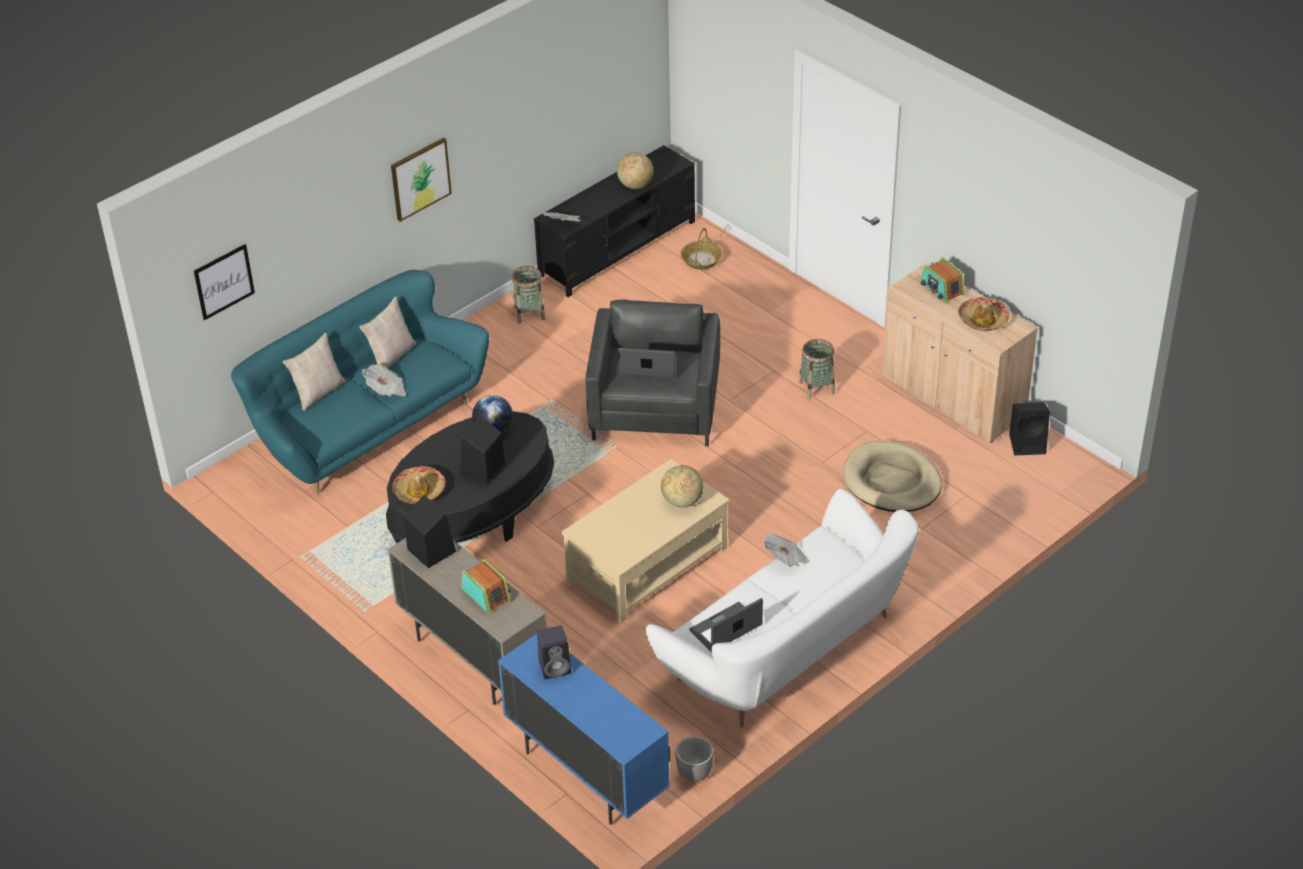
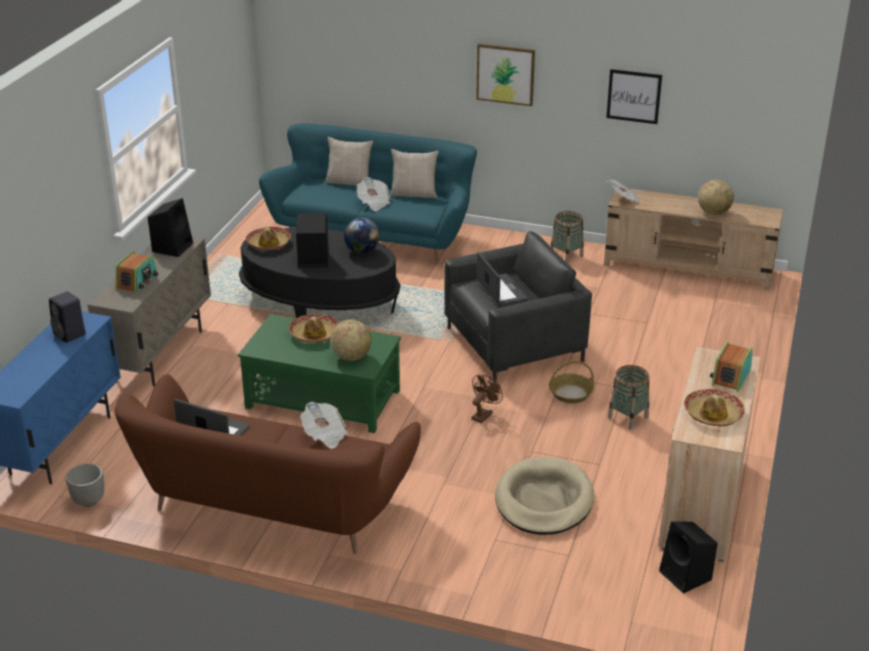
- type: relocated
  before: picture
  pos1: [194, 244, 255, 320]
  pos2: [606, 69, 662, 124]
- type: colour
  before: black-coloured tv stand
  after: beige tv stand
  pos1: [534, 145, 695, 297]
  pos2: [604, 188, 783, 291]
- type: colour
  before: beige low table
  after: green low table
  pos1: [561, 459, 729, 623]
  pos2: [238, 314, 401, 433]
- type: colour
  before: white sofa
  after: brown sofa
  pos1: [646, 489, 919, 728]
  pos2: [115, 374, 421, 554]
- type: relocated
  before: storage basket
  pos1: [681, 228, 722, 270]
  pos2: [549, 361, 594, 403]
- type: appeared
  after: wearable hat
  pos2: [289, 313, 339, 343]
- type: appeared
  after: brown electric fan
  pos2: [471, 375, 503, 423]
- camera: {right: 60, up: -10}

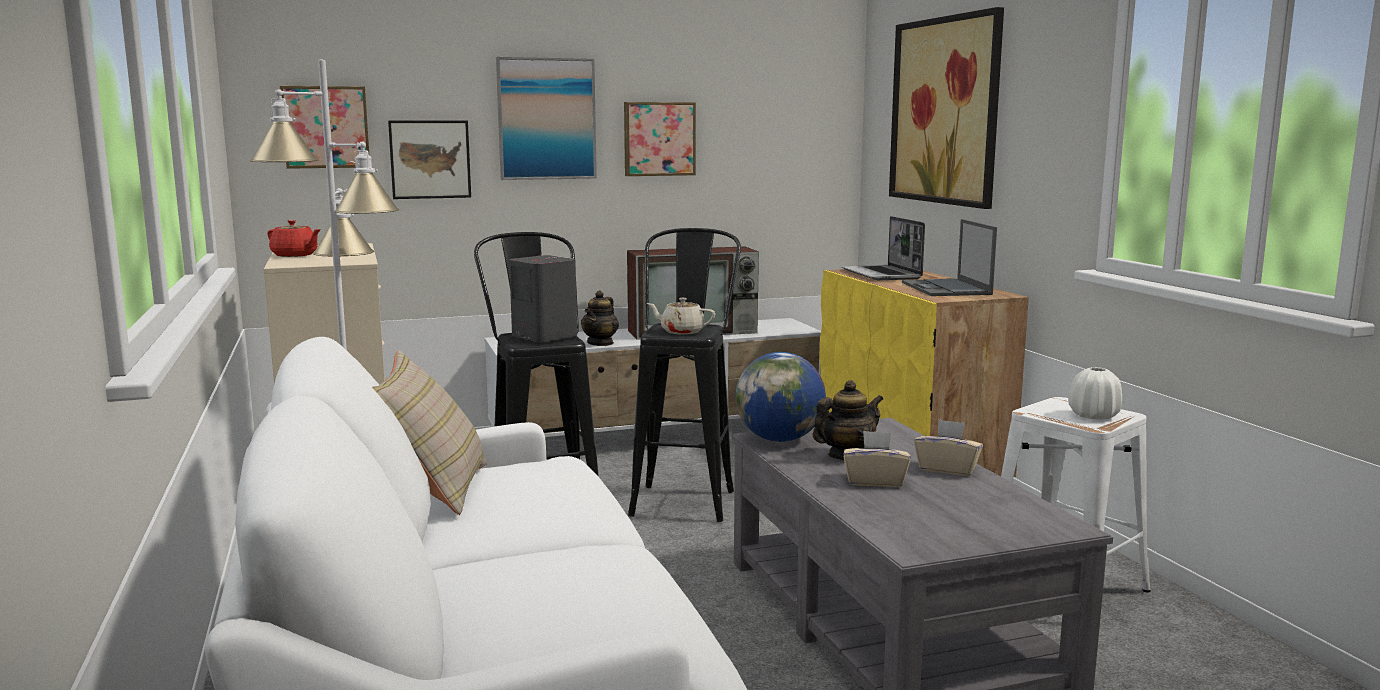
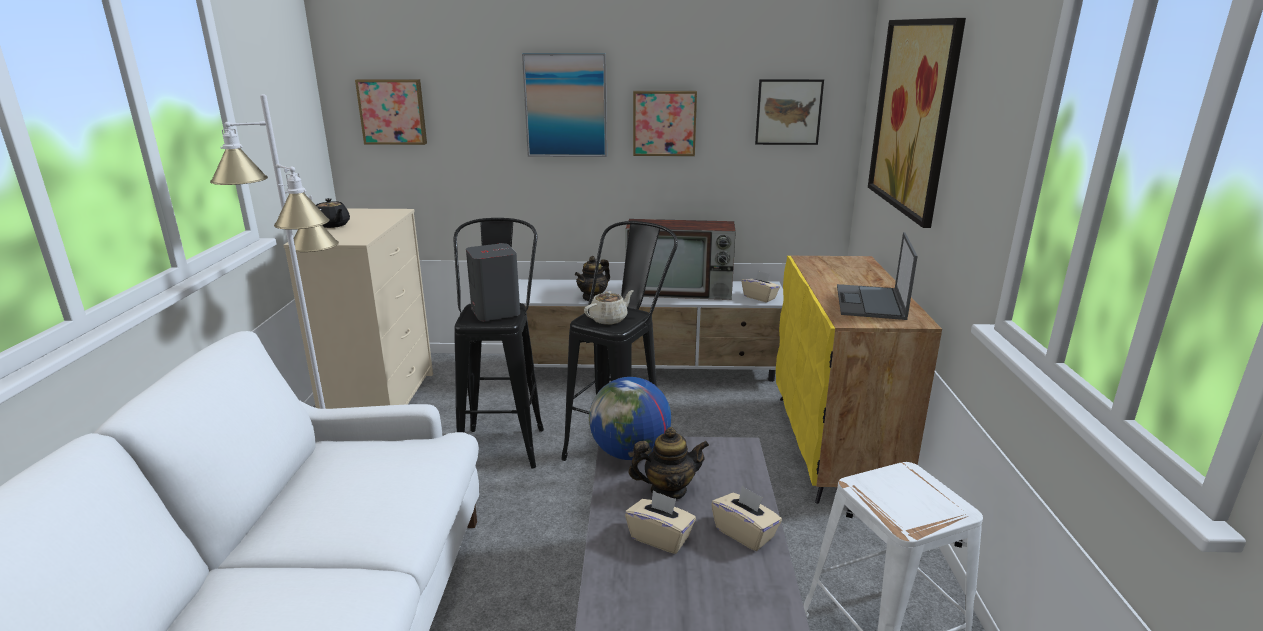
- type: colour
  before: reddish pot for tea
  after: black-coloured pot for tea
  pos1: [267, 220, 321, 257]
  pos2: [316, 198, 350, 228]
- type: missing
  before: beige cushion
  pos1: [372, 350, 487, 515]
- type: relocated
  before: picture
  pos1: [388, 120, 471, 199]
  pos2: [755, 79, 824, 145]
- type: spun
  before: beige pot for tea
  pos1: [647, 298, 715, 335]
  pos2: [584, 290, 634, 325]
  turn: 105
- type: missing
  before: portable computer
  pos1: [842, 216, 925, 280]
- type: missing
  before: white flower vase
  pos1: [1068, 367, 1122, 420]
- type: appeared
  after: beige tissue holder
  pos2: [742, 271, 780, 302]
- camera: {right: 20, up: 10}

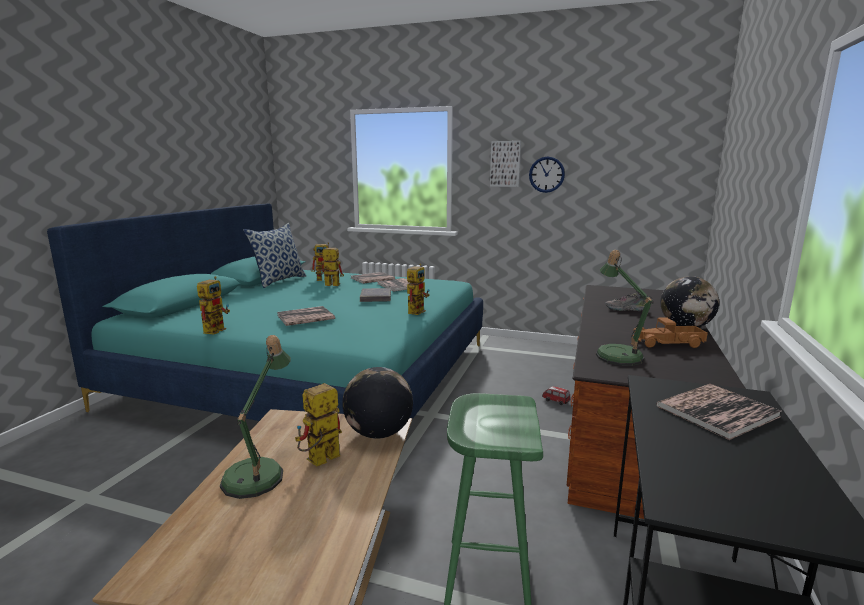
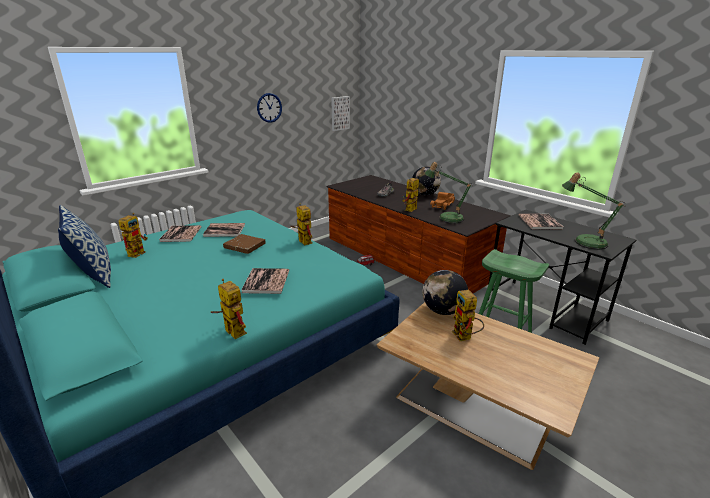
- type: relocated
  before: lamp for a table
  pos1: [220, 335, 290, 499]
  pos2: [562, 173, 624, 250]
- type: relocated
  before: robot figure
  pos1: [316, 246, 344, 286]
  pos2: [402, 178, 419, 212]
- type: colour
  before: grey bound book
  after: brown bound book
  pos1: [360, 288, 391, 302]
  pos2: [223, 234, 266, 254]
- type: relocated
  before: picture
  pos1: [490, 141, 521, 187]
  pos2: [331, 96, 350, 131]
- camera: {right: -60, up: 10}

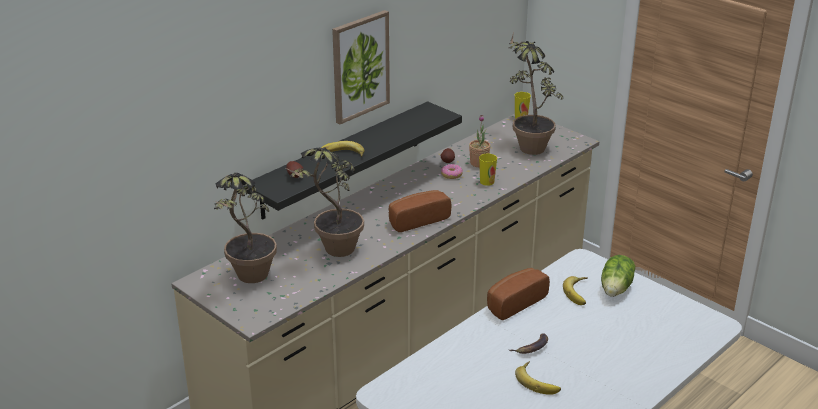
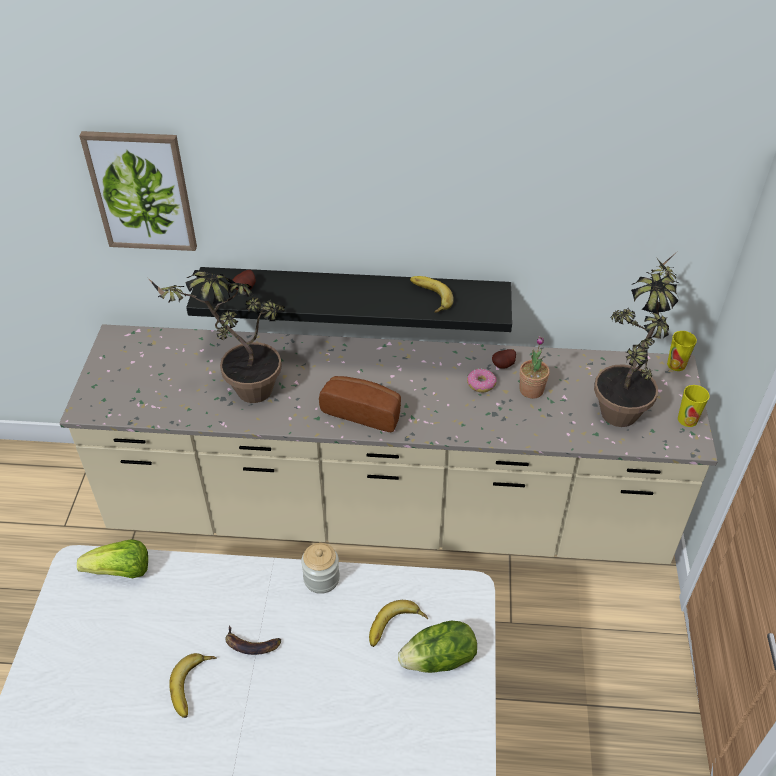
- type: missing
  before: plant in a pot
  pos1: [214, 173, 277, 283]
- type: relocated
  before: banana fruit
  pos1: [321, 141, 364, 157]
  pos2: [410, 276, 454, 313]
- type: relocated
  before: picture
  pos1: [332, 10, 390, 124]
  pos2: [79, 131, 197, 251]
- type: relocated
  before: cup
  pos1: [479, 153, 497, 186]
  pos2: [678, 385, 709, 427]
- type: exchanged
  before: bakery bread
  after: jar
  pos1: [487, 268, 550, 320]
  pos2: [301, 543, 340, 594]
- type: appeared
  after: head of lettuce
  pos2: [77, 539, 148, 578]
- camera: {right: 50, up: 15}

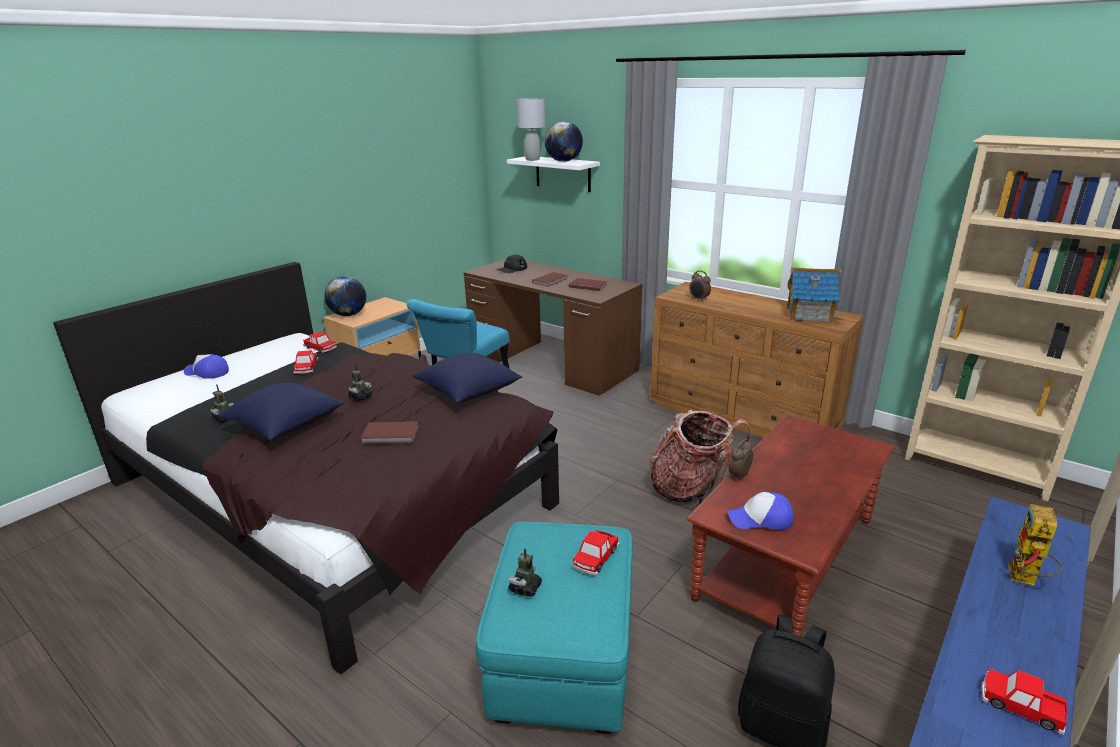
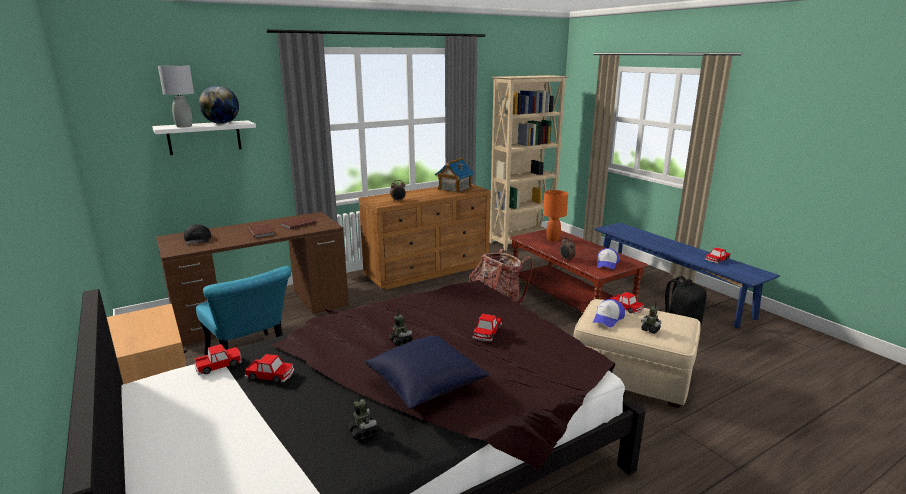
- type: relocated
  before: peaked cap
  pos1: [184, 354, 229, 379]
  pos2: [593, 299, 625, 328]
- type: missing
  before: desk globe
  pos1: [324, 276, 366, 316]
- type: exchanged
  before: brown bound book
  after: toy car
  pos1: [360, 422, 419, 444]
  pos2: [472, 314, 502, 342]
- type: missing
  before: blue cushion
  pos1: [412, 353, 522, 403]
- type: colour
  before: turquoise pouffe
  after: beige pouffe
  pos1: [476, 522, 632, 734]
  pos2: [574, 299, 701, 408]
- type: missing
  before: robot figure
  pos1: [1008, 504, 1062, 585]
- type: appeared
  after: orangey lamp for a table
  pos2: [543, 190, 568, 241]
- camera: {right: -70, up: -5}

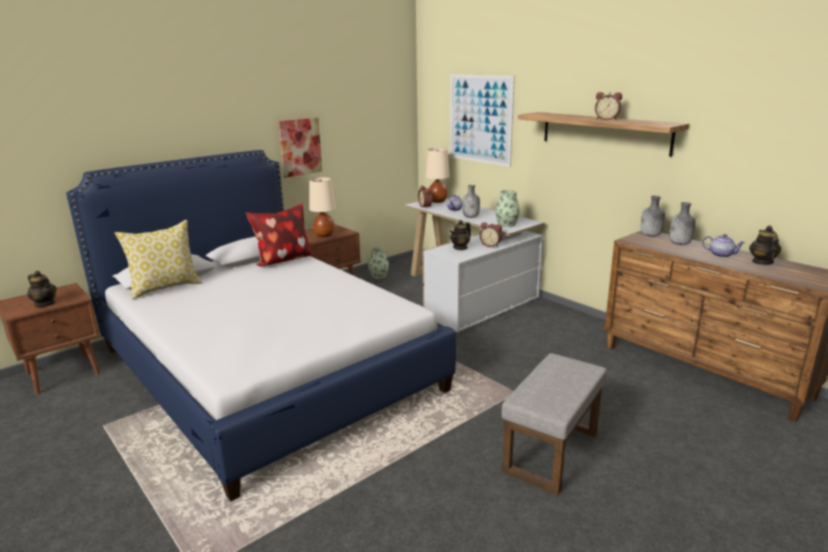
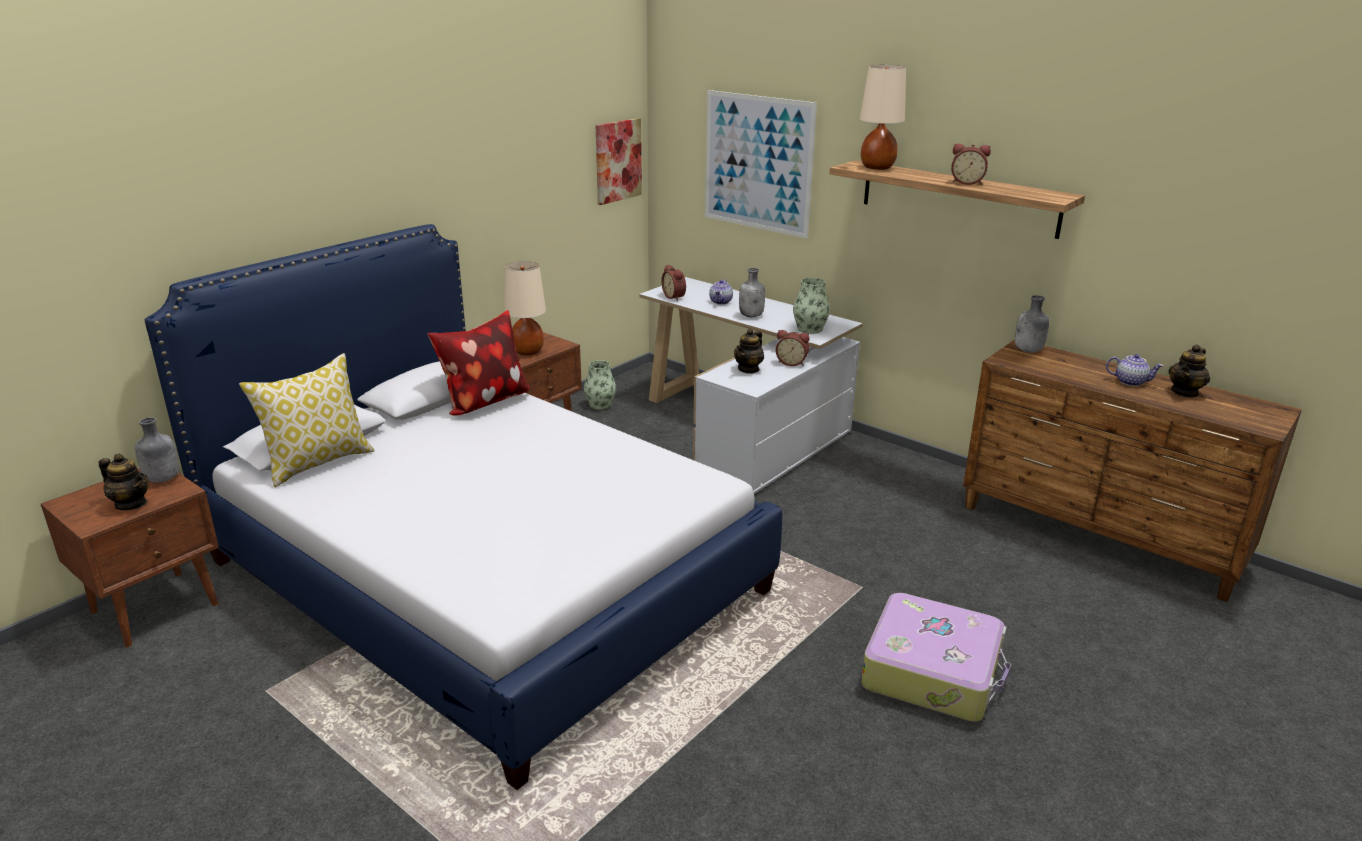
- type: relocated
  before: picture
  pos1: [278, 117, 322, 178]
  pos2: [596, 118, 642, 205]
- type: relocated
  before: beige lamp for a table
  pos1: [426, 148, 450, 203]
  pos2: [860, 65, 906, 170]
- type: exchanged
  before: grey pouffe
  after: suitcase
  pos1: [502, 353, 607, 495]
  pos2: [861, 593, 1011, 722]
- type: relocated
  before: grey bottle
  pos1: [669, 202, 695, 245]
  pos2: [135, 417, 179, 483]
- type: spun
  before: pot for tea
  pos1: [749, 225, 781, 265]
  pos2: [1169, 344, 1210, 398]
  turn: -135
- camera: {right: -10, up: 5}

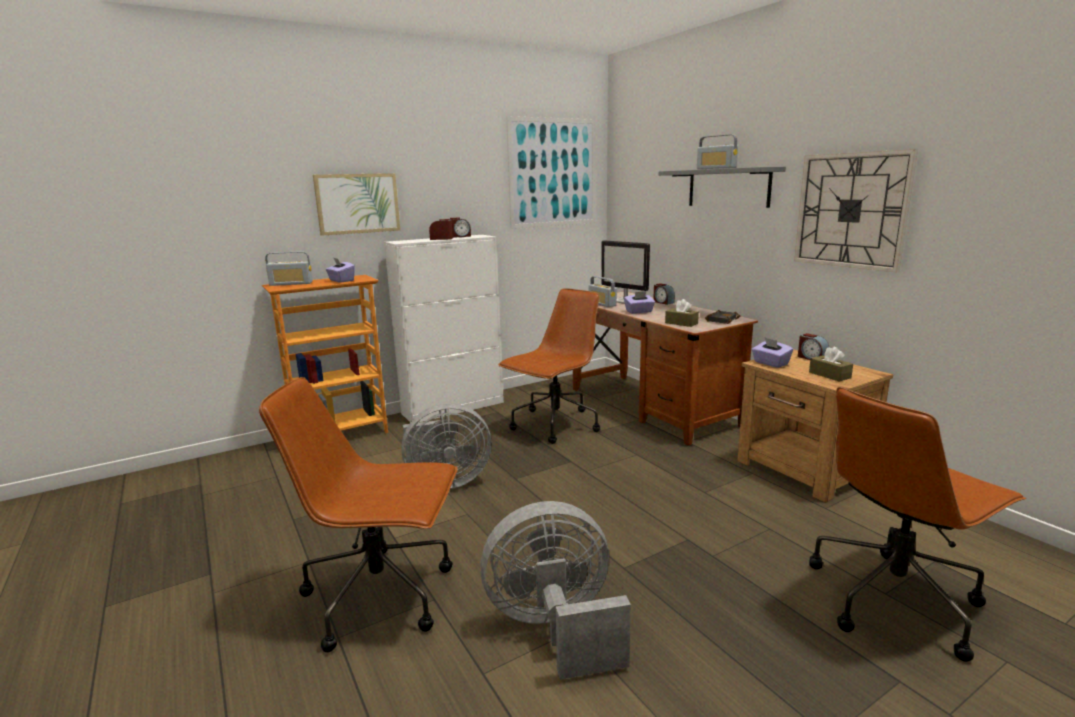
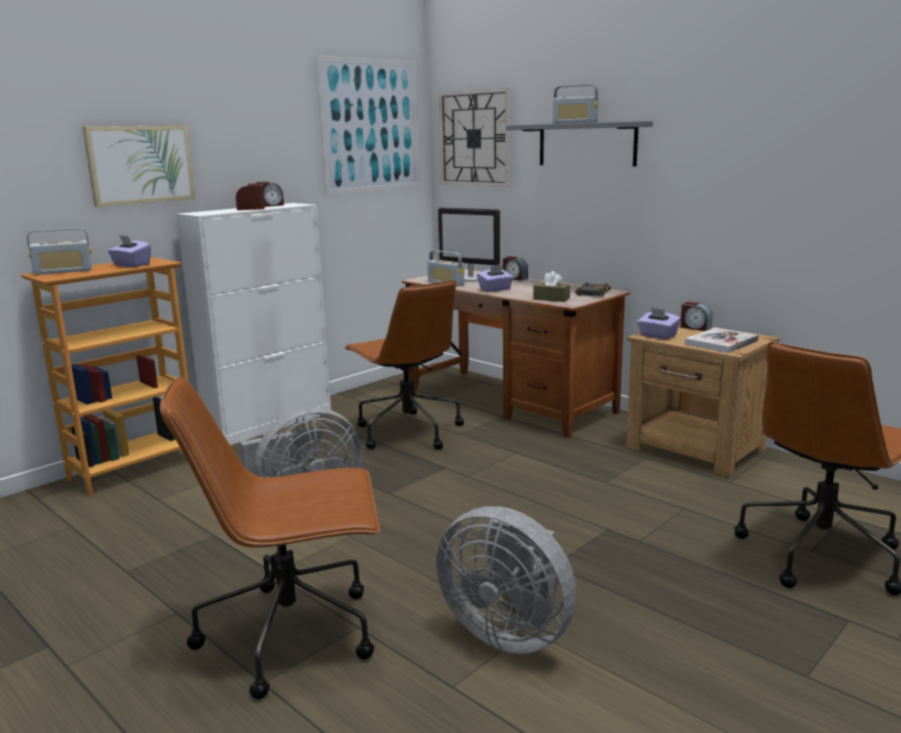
- type: spun
  before: grey electric fan
  pos1: [480, 501, 631, 680]
  pos2: [436, 506, 576, 654]
  turn: -120
- type: spun
  before: brown computer chair
  pos1: [498, 288, 600, 444]
  pos2: [344, 280, 464, 449]
  turn: 120
- type: relocated
  before: hanging clock
  pos1: [794, 149, 918, 272]
  pos2: [439, 88, 510, 187]
- type: exchanged
  before: brown tissue holder
  after: bound book
  pos1: [809, 346, 853, 382]
  pos2: [685, 328, 759, 353]
- camera: {right: -15, up: 0}

